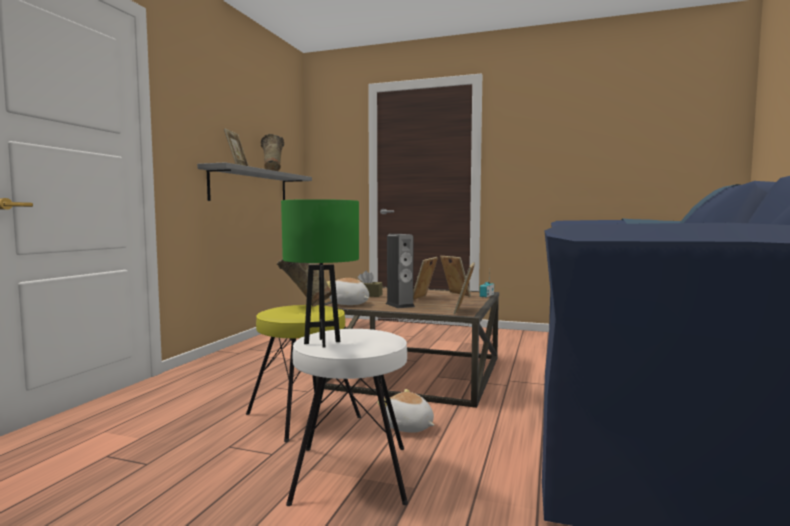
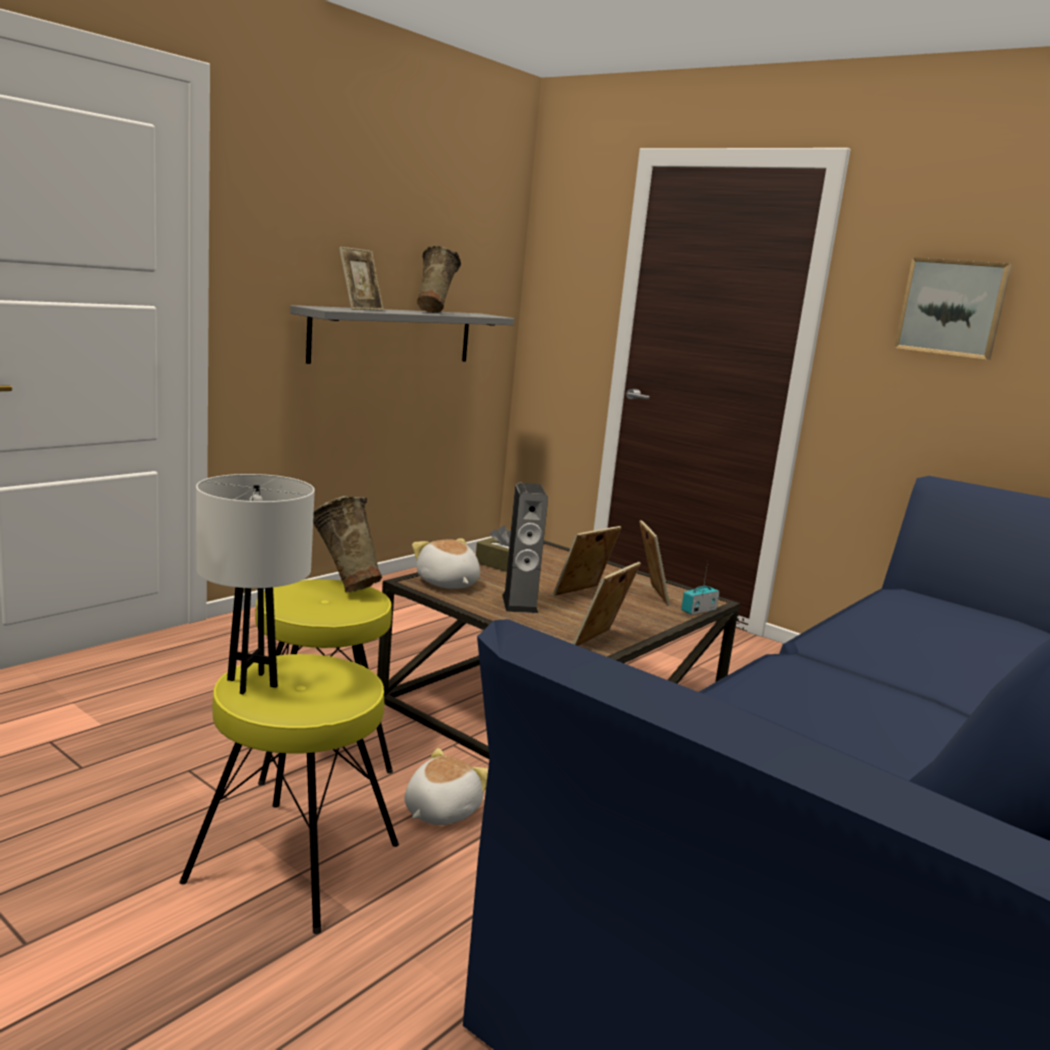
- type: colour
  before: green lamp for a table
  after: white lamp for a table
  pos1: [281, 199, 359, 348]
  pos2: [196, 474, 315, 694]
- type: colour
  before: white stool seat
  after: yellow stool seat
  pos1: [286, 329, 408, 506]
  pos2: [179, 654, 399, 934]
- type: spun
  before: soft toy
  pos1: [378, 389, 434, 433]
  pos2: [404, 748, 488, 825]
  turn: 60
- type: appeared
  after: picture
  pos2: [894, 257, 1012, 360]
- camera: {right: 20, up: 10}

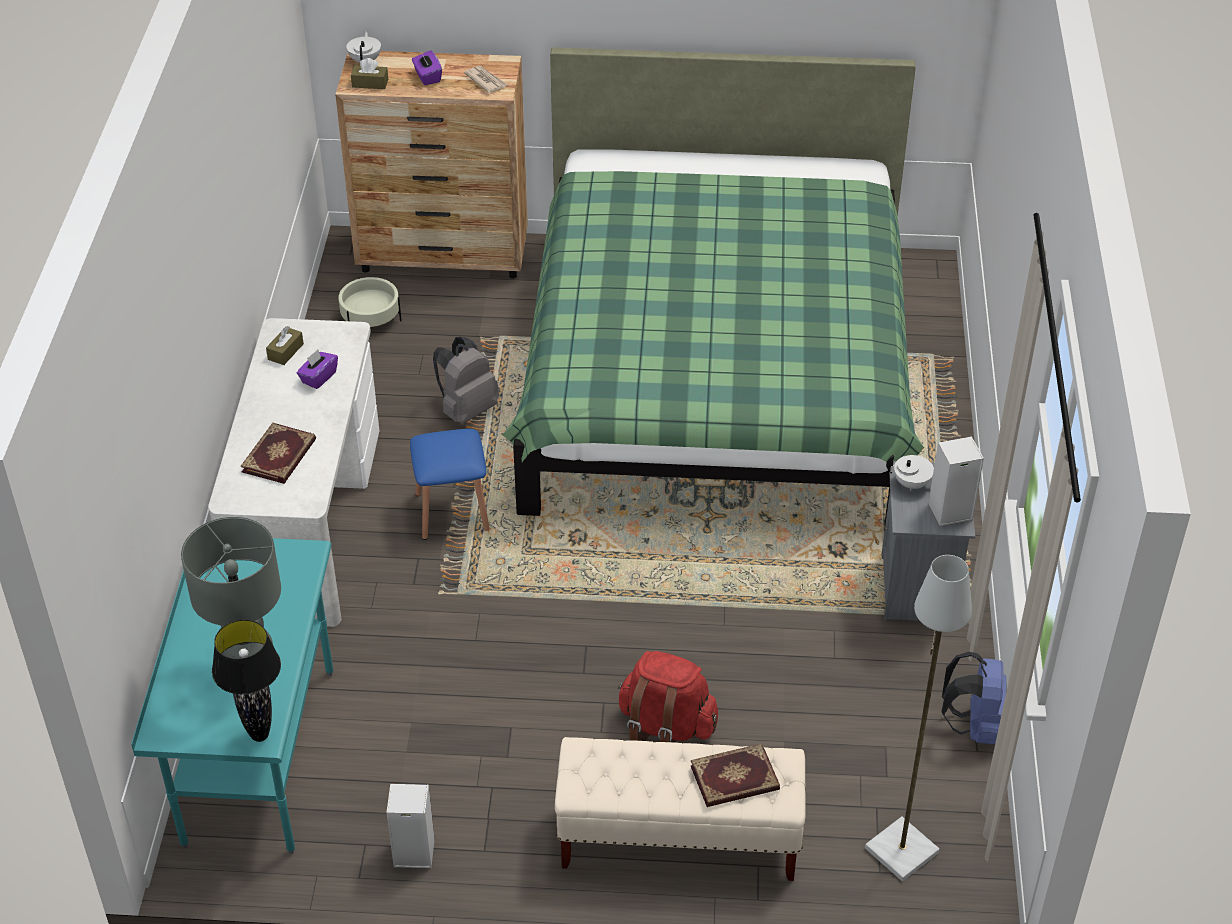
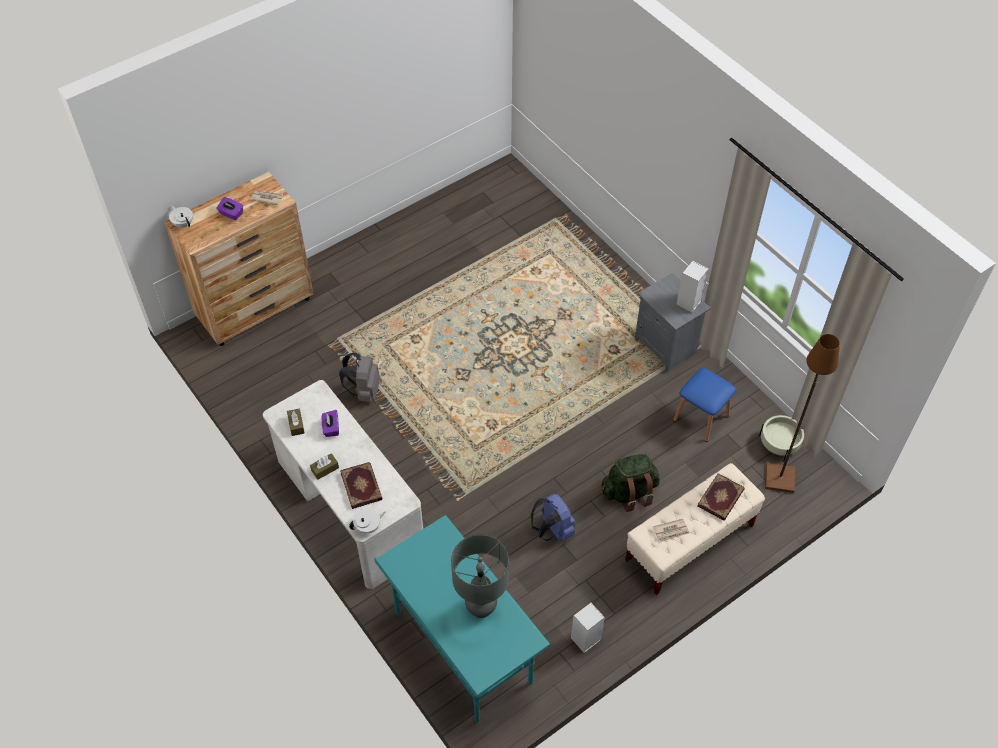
- type: missing
  before: black-coloured lamp for a table
  pos1: [212, 619, 281, 742]
- type: relocated
  before: beige planter
  pos1: [338, 277, 402, 327]
  pos2: [759, 415, 804, 462]
- type: relocated
  before: brown tissue holder
  pos1: [351, 58, 388, 89]
  pos2: [310, 453, 339, 480]
- type: relocated
  before: blue stool seat
  pos1: [410, 429, 490, 540]
  pos2: [673, 368, 736, 442]
- type: missing
  before: green sleeping bed
  pos1: [503, 47, 924, 524]
- type: colour
  before: reddish rucksack
  after: green rucksack
  pos1: [618, 651, 718, 743]
  pos2: [601, 454, 660, 512]
- type: colour
  before: grey standing lamp
  after: brown standing lamp
  pos1: [865, 555, 972, 881]
  pos2: [765, 334, 840, 493]
- type: relocated
  before: white pot for tea
  pos1: [886, 455, 934, 491]
  pos2: [349, 509, 386, 534]
- type: relocated
  before: blue rucksack
  pos1: [942, 652, 1007, 744]
  pos2: [531, 494, 575, 541]
- type: appeared
  after: daily paper
  pos2: [653, 519, 690, 542]
- camera: {right: -40, up: 10}

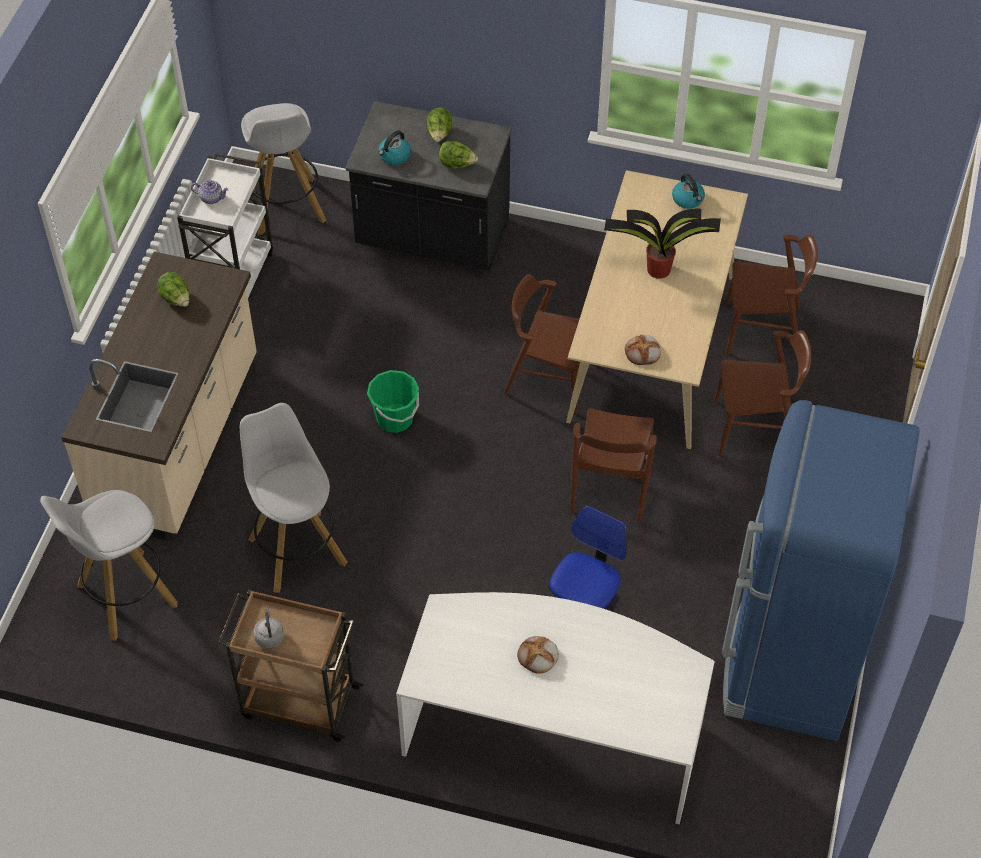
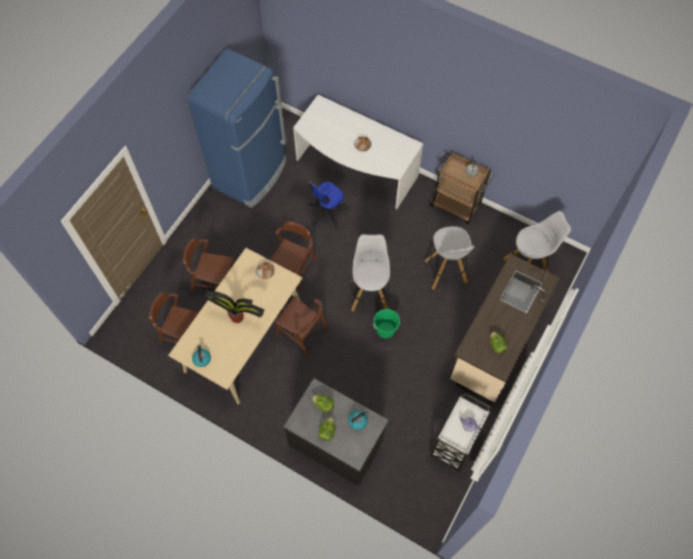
- type: relocated
  before: white stool seat
  pos1: [241, 103, 327, 235]
  pos2: [351, 234, 390, 311]
- camera: {right: -165, up: 10}

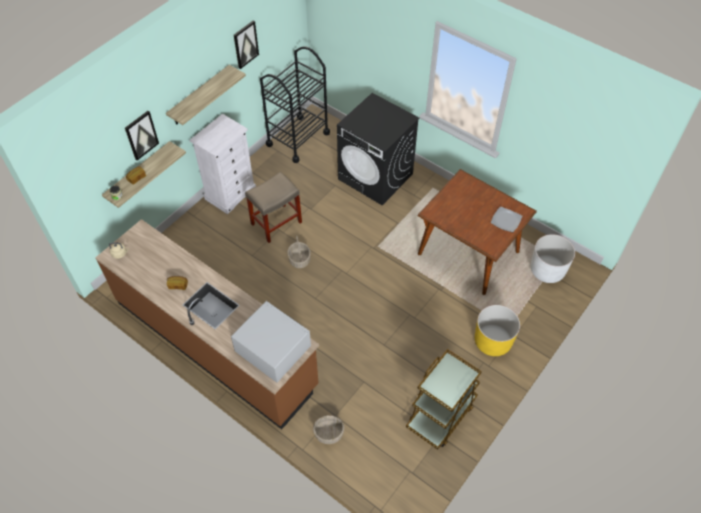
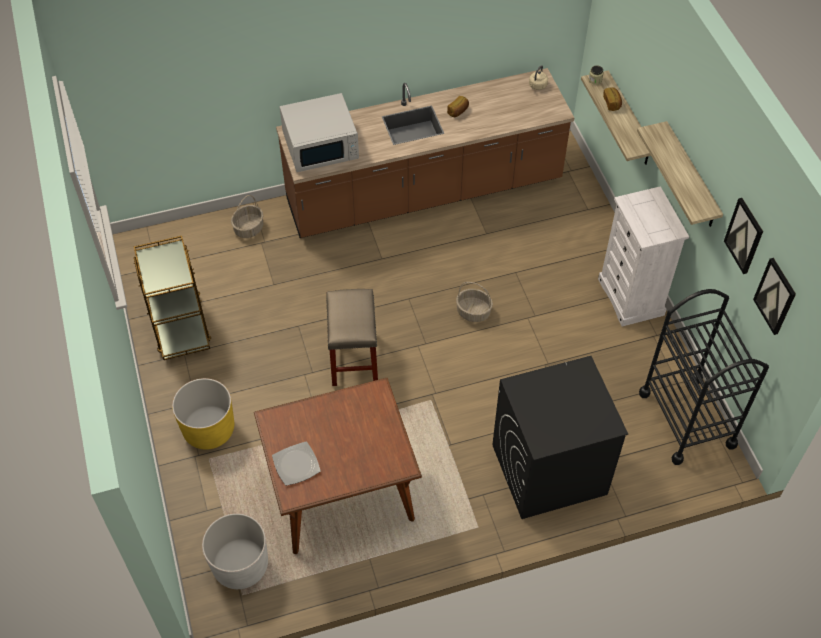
- type: relocated
  before: picture
  pos1: [125, 111, 159, 160]
  pos2: [753, 258, 796, 335]
- type: relocated
  before: beige stool seat
  pos1: [245, 172, 302, 243]
  pos2: [326, 289, 378, 386]
- camera: {right: 125, up: 0}

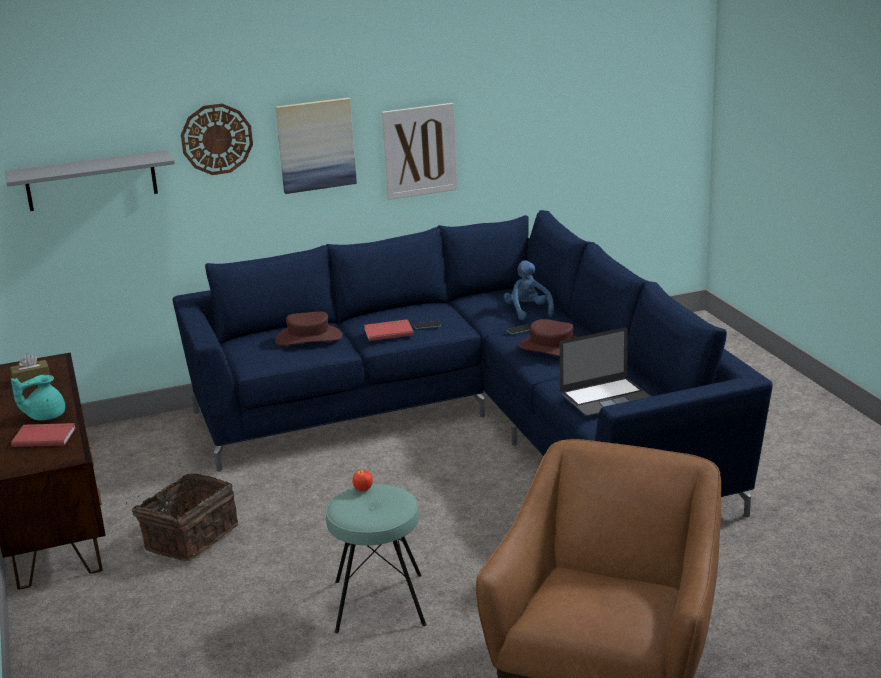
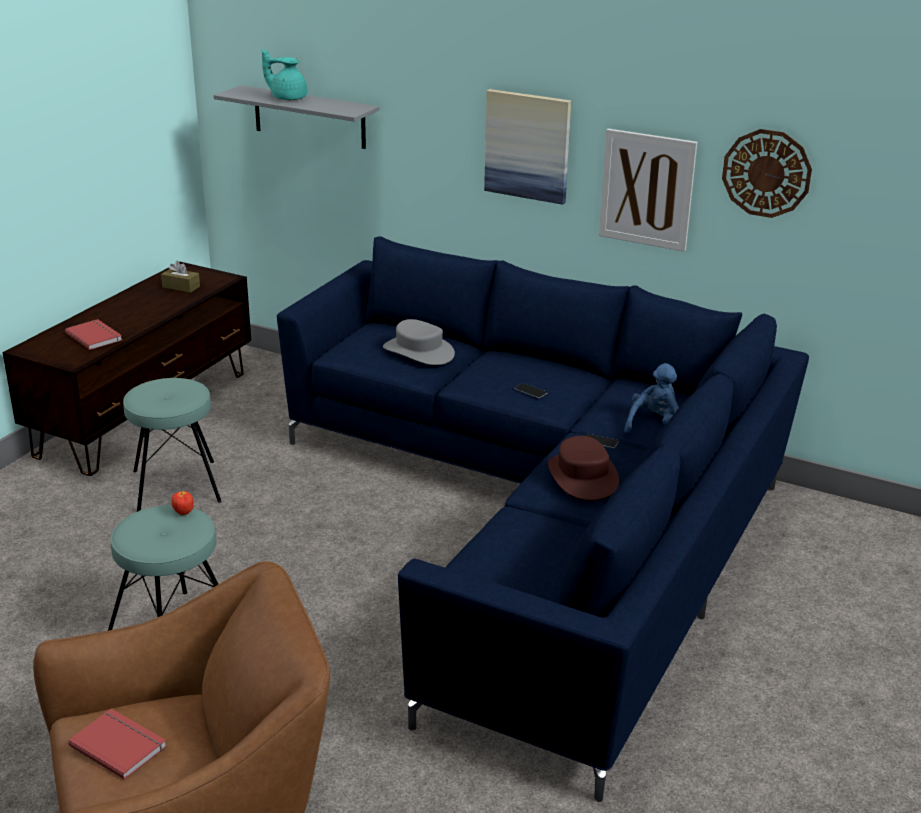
- type: relocated
  before: turquoise pot for tea
  pos1: [11, 375, 65, 421]
  pos2: [262, 49, 307, 100]
- type: exchanged
  before: storage basket
  after: turquoise stool seat
  pos1: [126, 473, 238, 561]
  pos2: [123, 378, 221, 512]
- type: relocated
  before: hanging clock
  pos1: [181, 104, 253, 175]
  pos2: [722, 129, 812, 218]
- type: colour
  before: brown wearable hat
  after: grey wearable hat
  pos1: [275, 311, 342, 346]
  pos2: [383, 319, 455, 365]
- type: relocated
  before: reddish bound book
  pos1: [364, 319, 414, 341]
  pos2: [68, 709, 167, 780]
- type: missing
  before: portable computer
  pos1: [560, 328, 651, 416]
- camera: {right: 45, up: 5}

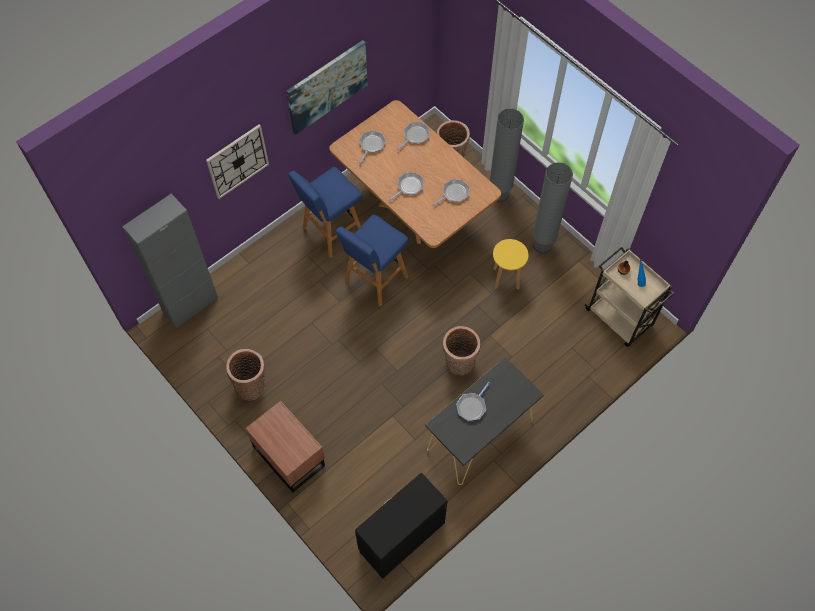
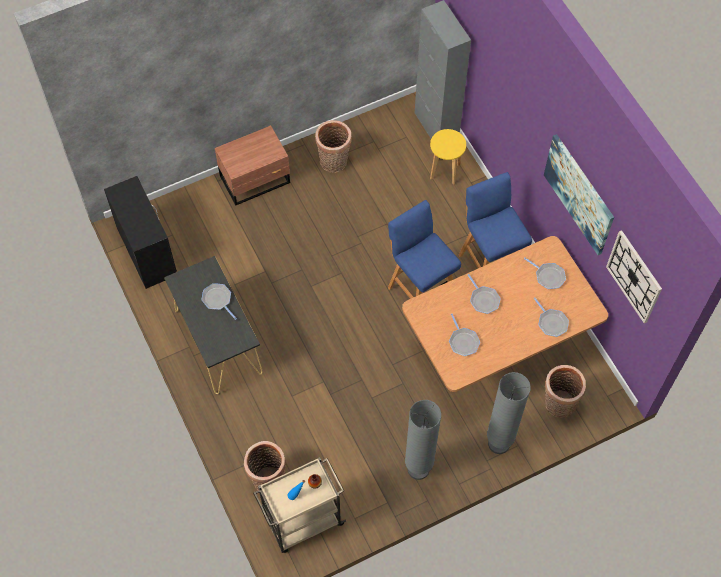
- type: relocated
  before: hanging clock
  pos1: [206, 124, 269, 199]
  pos2: [606, 230, 662, 323]
- type: relocated
  before: storage basket
  pos1: [443, 326, 480, 375]
  pos2: [244, 441, 286, 491]
- type: relocated
  before: yellow stool seat
  pos1: [493, 239, 528, 290]
  pos2: [430, 129, 466, 185]
- camera: {right: 105, up: 0}

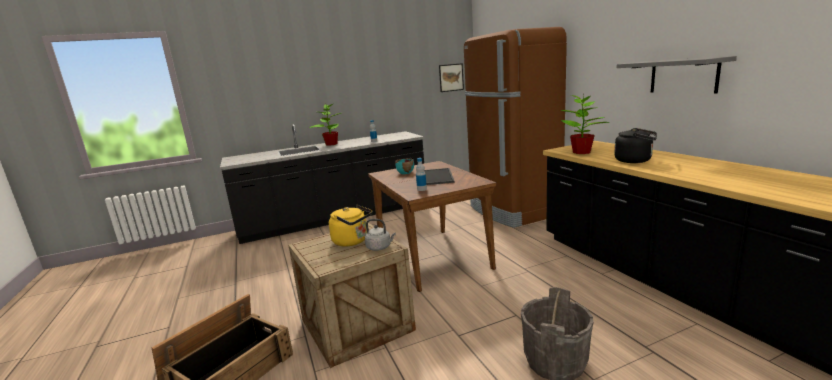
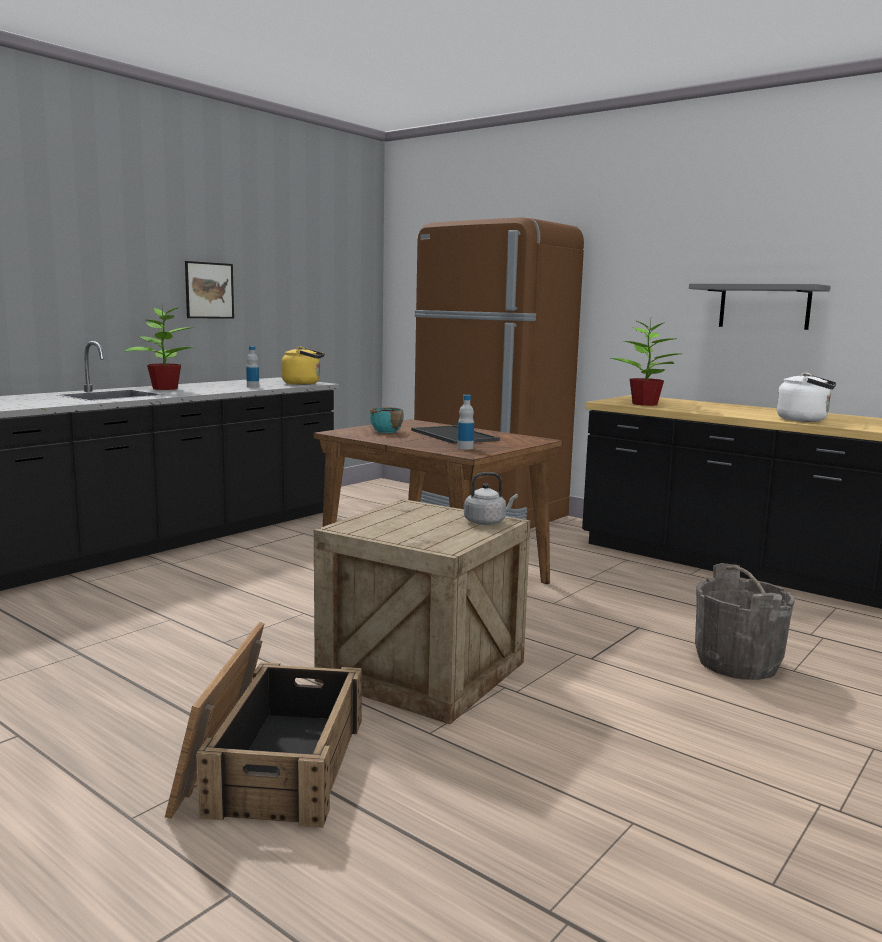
- type: relocated
  before: yellow water kettle
  pos1: [329, 205, 372, 247]
  pos2: [282, 347, 325, 385]
- type: relocated
  before: picture
  pos1: [439, 63, 464, 92]
  pos2: [185, 261, 234, 318]
- type: missing
  before: black-coloured water kettle
  pos1: [614, 128, 657, 163]
- type: appeared
  after: white water kettle
  pos2: [776, 373, 837, 422]
- camera: {right: -30, up: -5}

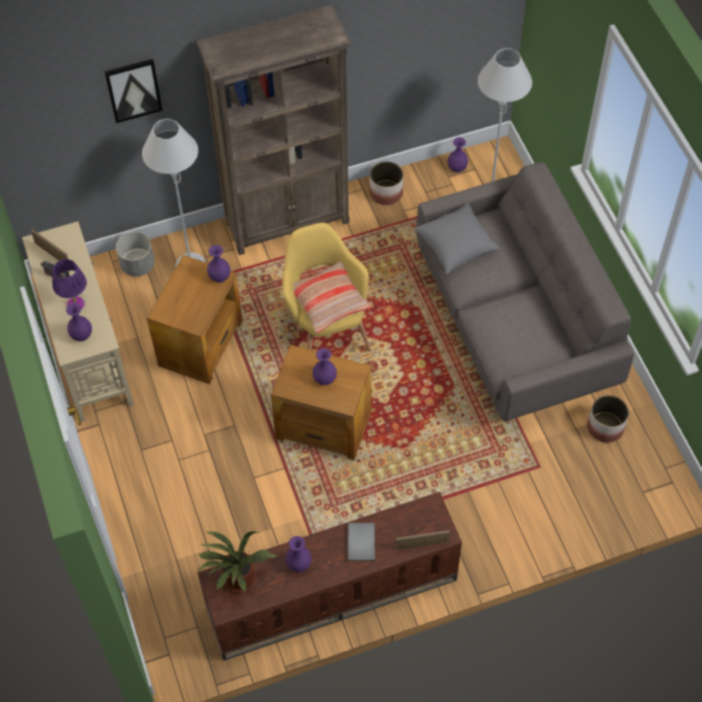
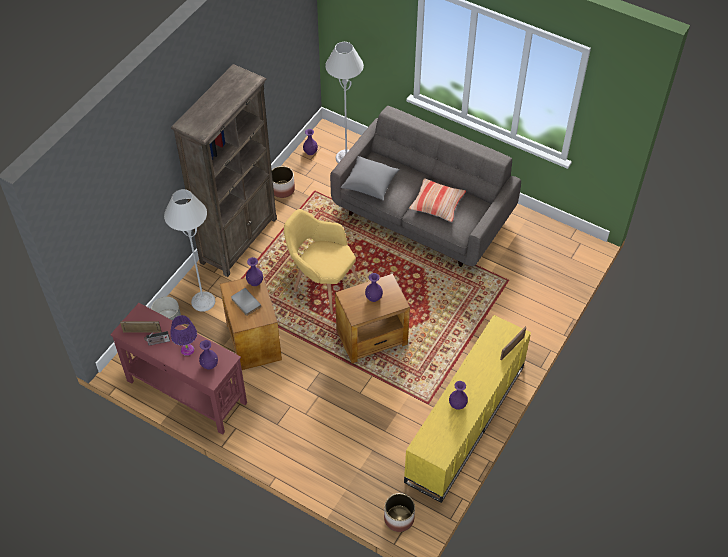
- type: colour
  before: beige hall table
  after: reddish hall table
  pos1: [22, 221, 134, 422]
  pos2: [110, 303, 247, 435]
- type: missing
  before: picture
  pos1: [104, 59, 163, 123]
- type: missing
  before: plant in a pot
  pos1: [197, 531, 279, 593]
- type: colour
  before: brown tv stand
  after: yellow tv stand
  pos1: [198, 492, 462, 661]
  pos2: [404, 315, 531, 503]
- type: relocated
  before: cushion
  pos1: [293, 261, 372, 333]
  pos2: [409, 178, 466, 222]
- type: relocated
  before: grey bound book
  pos1: [348, 523, 375, 562]
  pos2: [231, 288, 262, 316]
- type: relocated
  before: planter
  pos1: [587, 395, 629, 443]
  pos2: [384, 493, 415, 532]
- camera: {right: -40, up: -5}

